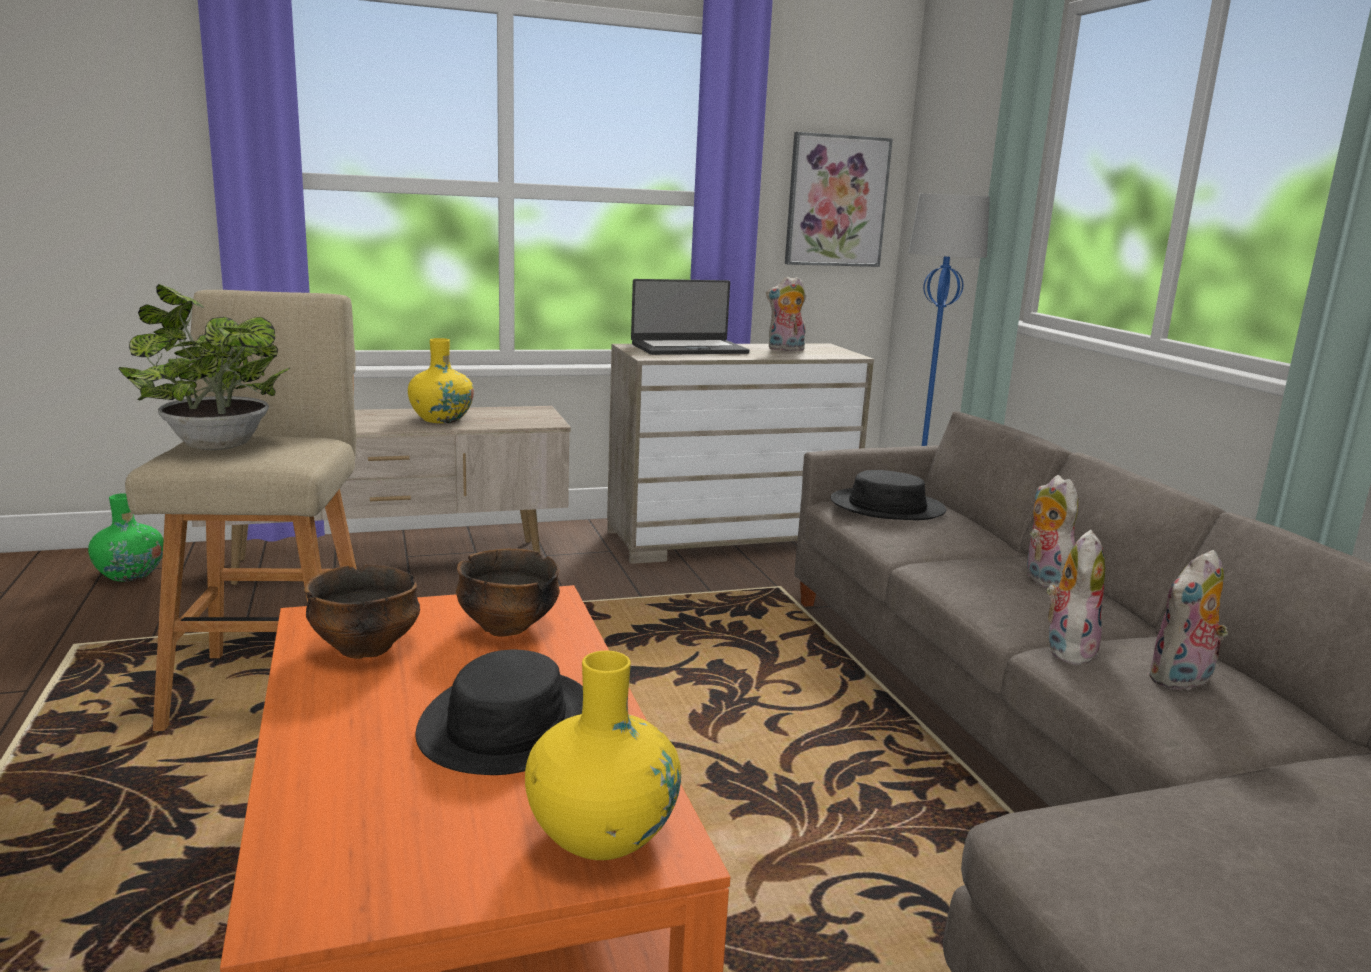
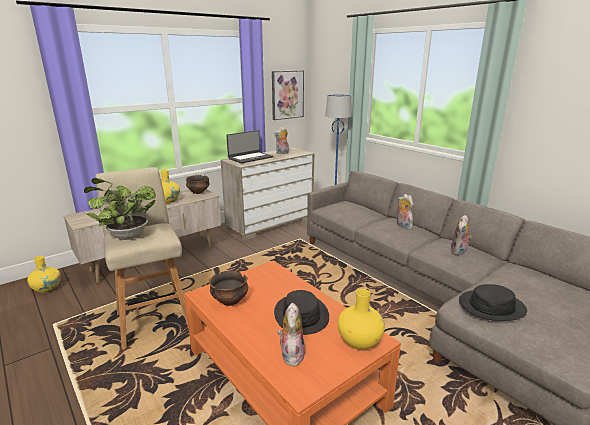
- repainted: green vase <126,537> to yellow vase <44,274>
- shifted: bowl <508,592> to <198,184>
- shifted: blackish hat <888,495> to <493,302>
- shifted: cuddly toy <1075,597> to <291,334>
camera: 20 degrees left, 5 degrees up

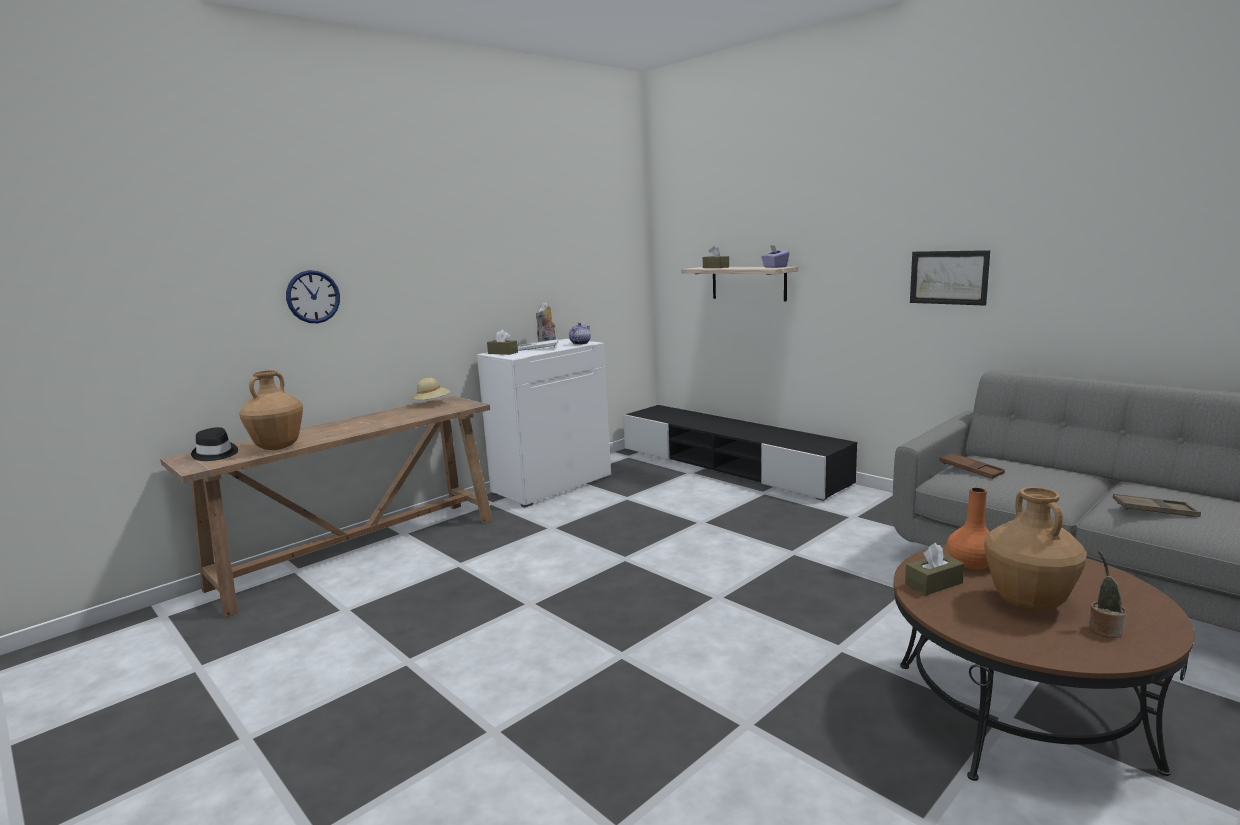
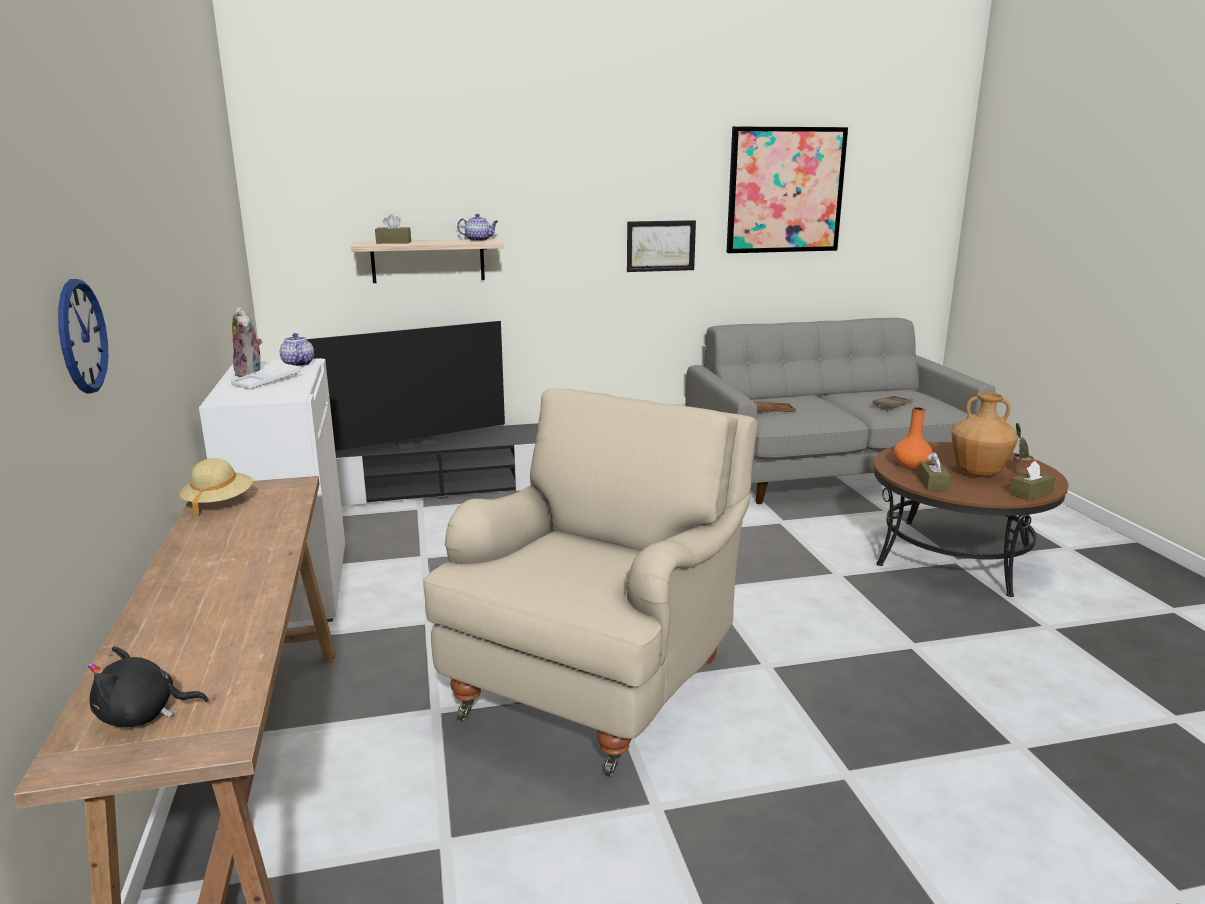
- swapped: blackish hat <214,444> to blackish cuddly toy <148,686>
- gone: brownish vase <271,410>
- shifted: brownish tissue box <502,342> to <1032,481>
- swapped: purplish tissue box <775,256> to pot for tea <477,227>
- new: television <406,386>
- new: beige-coloured lounge chair <590,582>
- new: picture <787,189>
camera: 60 degrees left, 5 degrees up

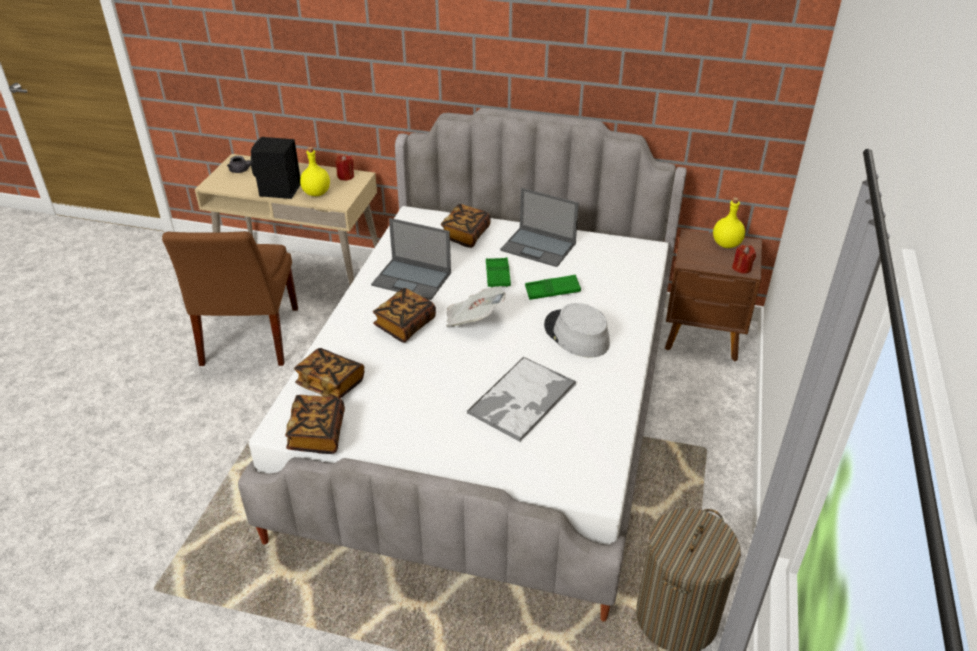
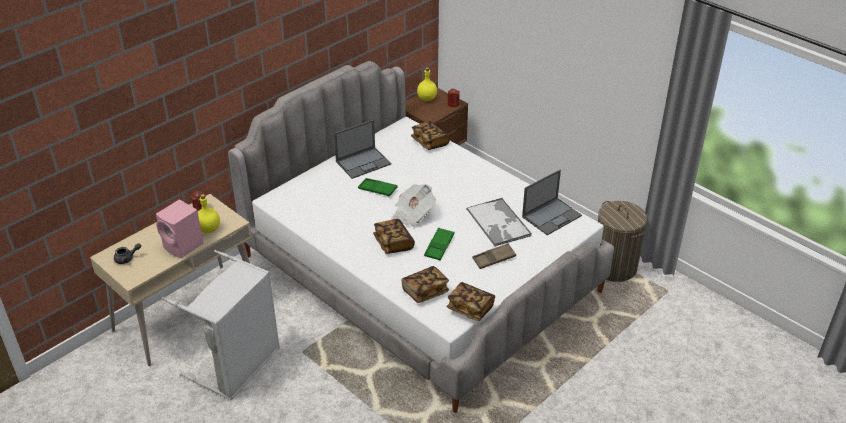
- swapped: brownish chair <230,298> to gray washing basket <221,325>
- repainted: blackish speaker <275,168> to pinkish speaker <180,228>
- shifted: laptop <411,259> to <552,202>
- shifted: bound book <466,226> to <430,135>
- shifted: green tray <553,287> to <439,243>
- gone: gray hat <577,330>
- new: brownish tray <494,256>
camera: 60 degrees left, 0 degrees up

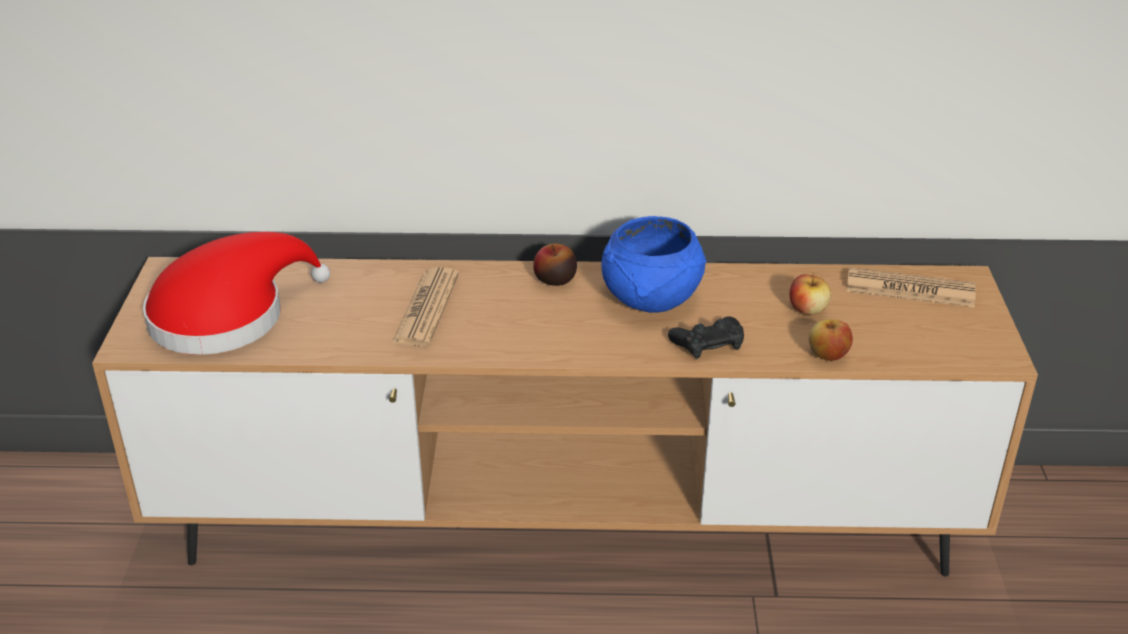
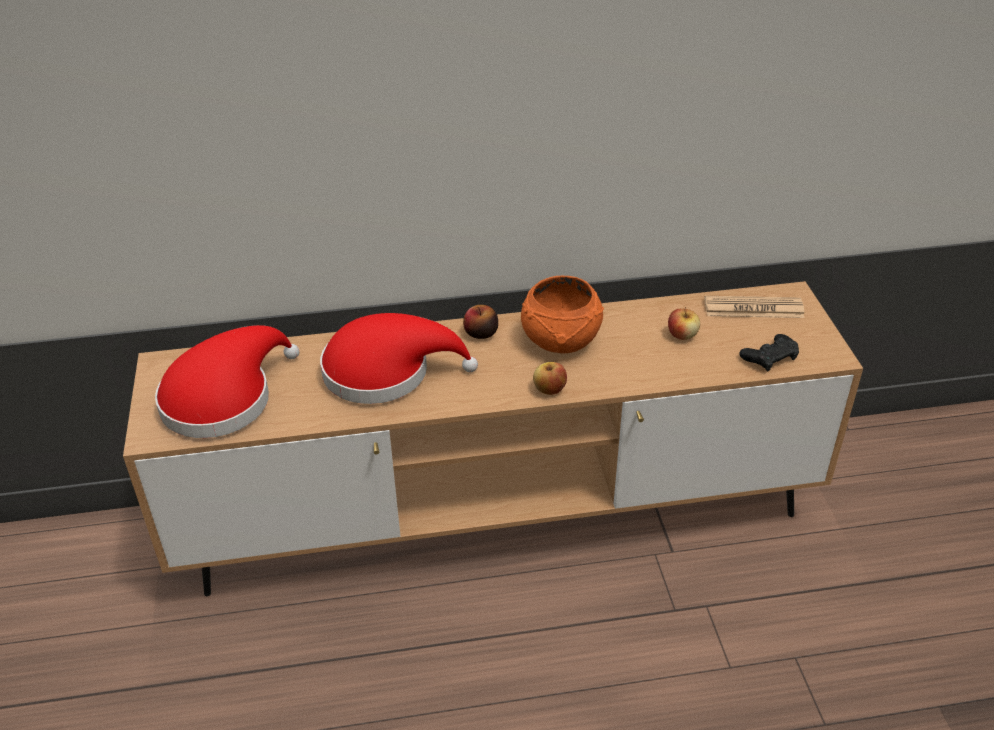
- swapped: daily paper <425,307> to red-coloured hat <399,358>
- repainted: blue-coloured bowl <653,264> to orangey bowl <562,314>
- shifted: blackish gamepad <706,337> to <769,352>
- shifted: whole apple <831,340> to <550,378>
camera: 10 degrees left, 5 degrees up

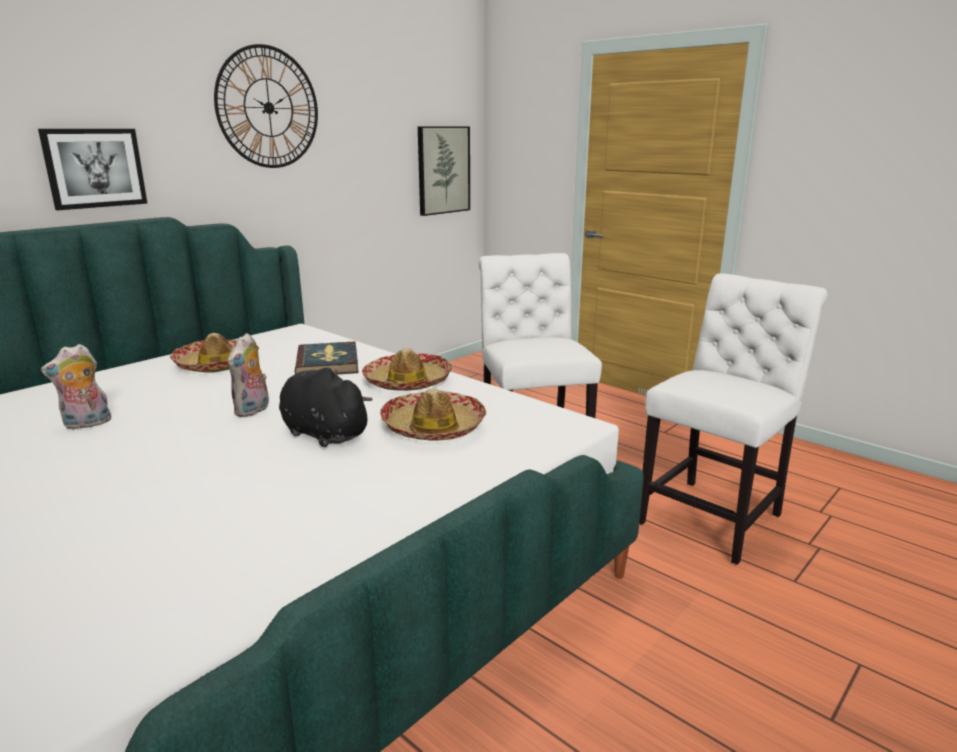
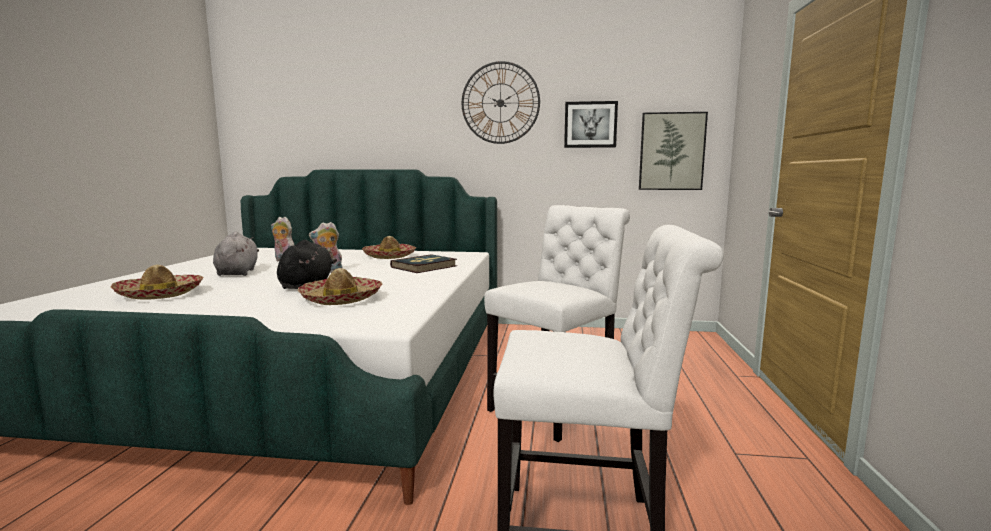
- shifted: picture <93,169> to <591,124>
- shifted: hat <407,369> to <156,282>
- new: gray cuddly toy <236,254>
camera: 55 degrees right, 10 degrees down

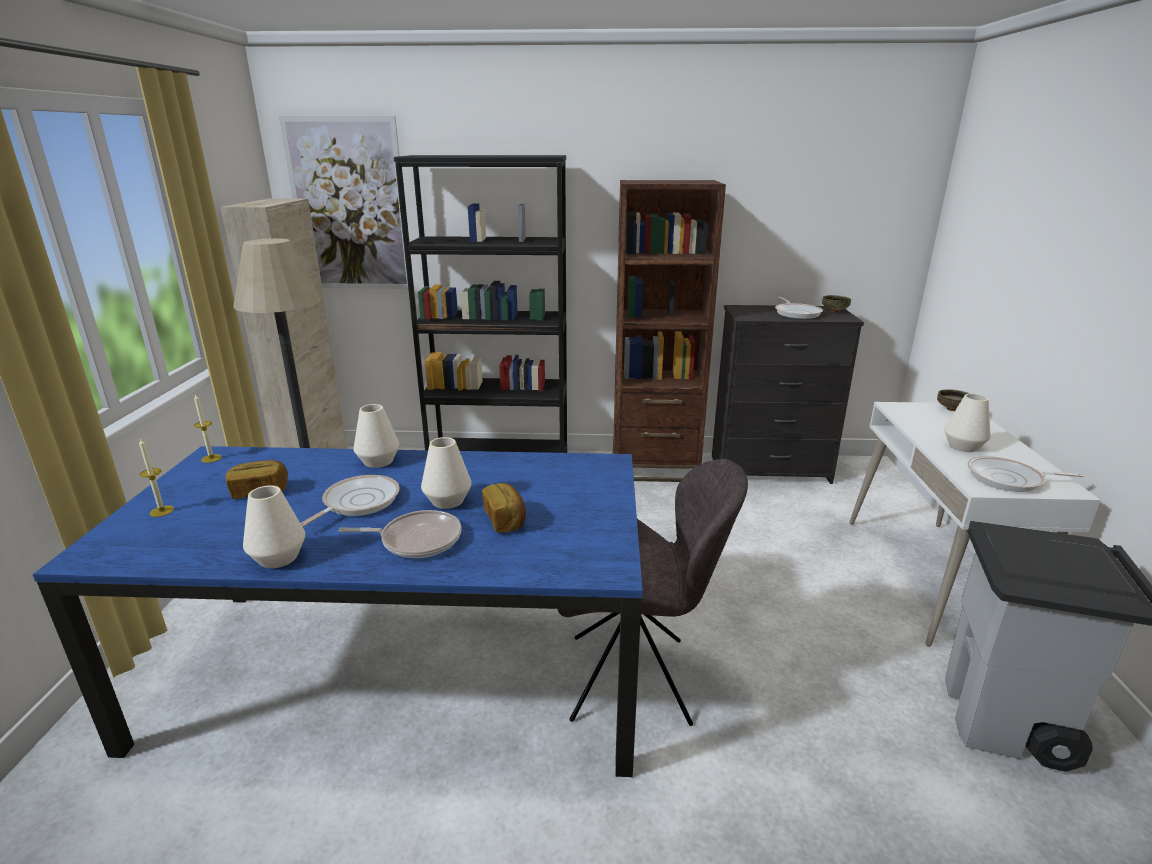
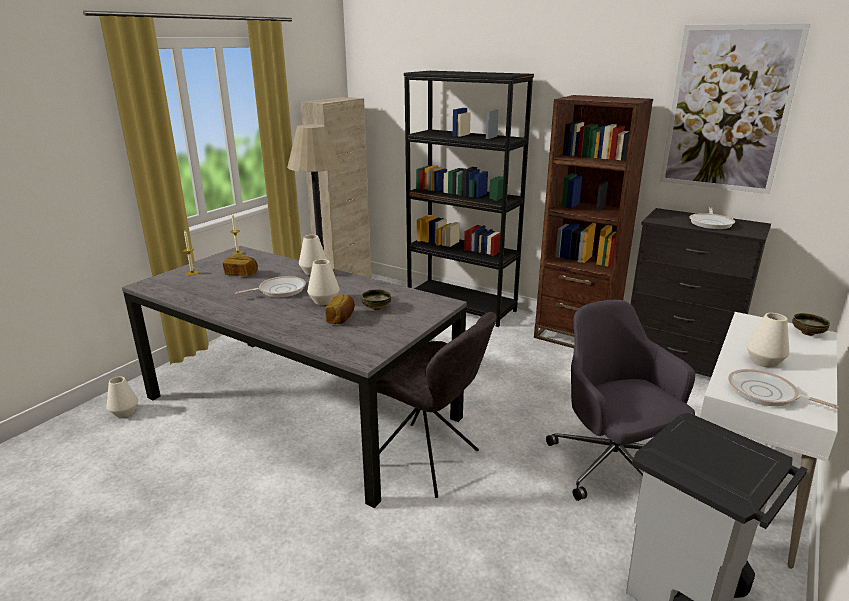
- repainted: blue-coloured dinner table <338,611> to gray dinner table <294,377>
- shifted: white-coloured vase <274,526> to <122,397>
- shifted: picture <343,202> to <735,109>
- gone: skillet <400,534>
- shifted: bowl <836,303> to <376,299>
- new: gray desk chair <620,400>
camera: 30 degrees right, 0 degrees up

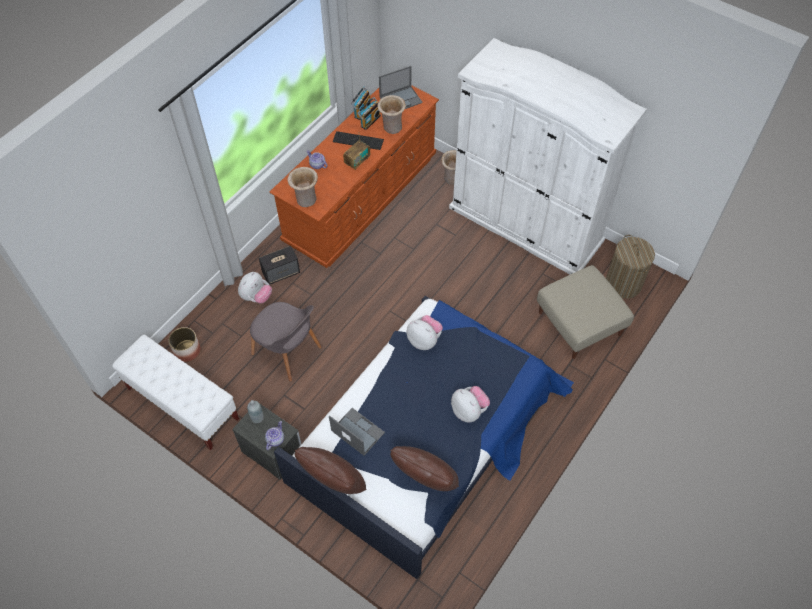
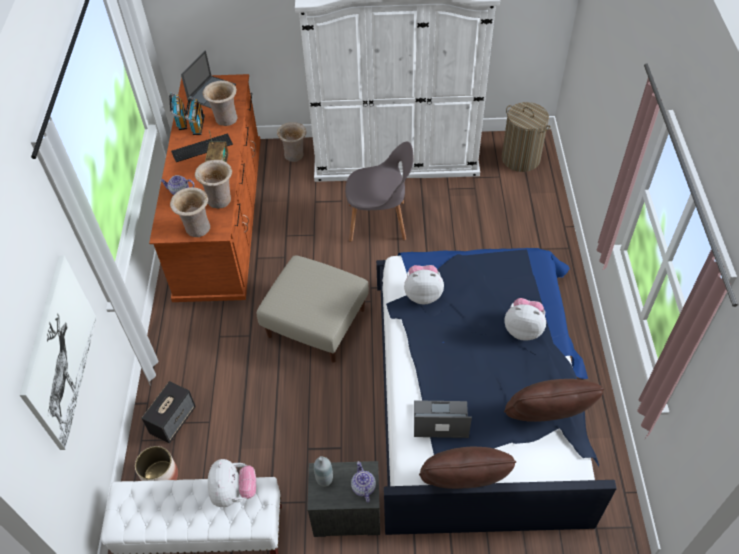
- shifted: cuddly toy <255,287> to <232,483>
- shifted: gray chair <286,342> to <379,191>
- shifted: speaker <279,265> to <168,412>
- shifted: beige-coloured ottoman <585,312> to <312,309>
- new: picture <58,353>
- new: beige-coloured vase <213,184>
camera: 35 degrees left, 5 degrees down

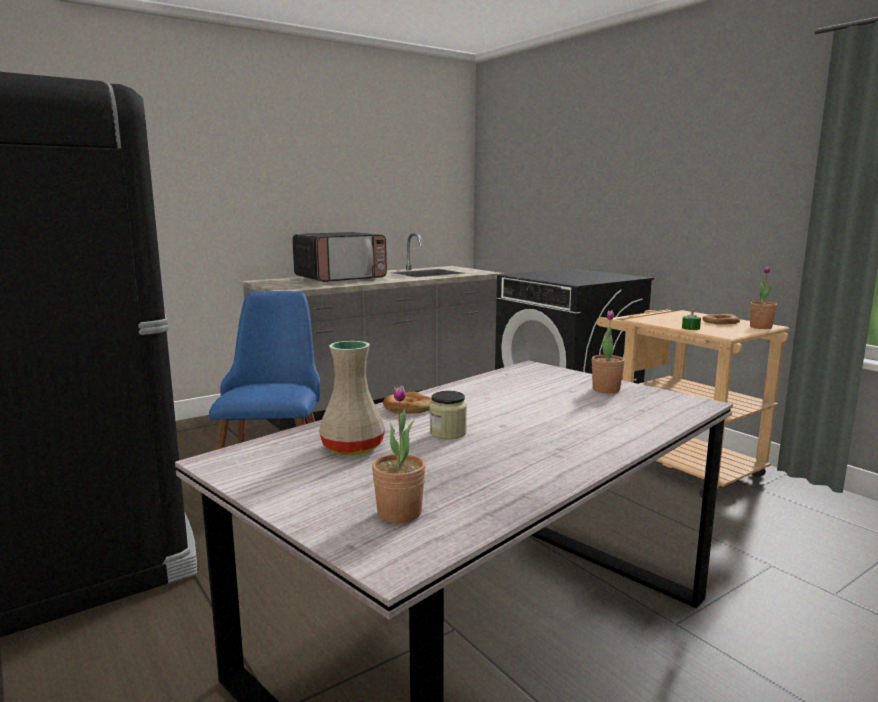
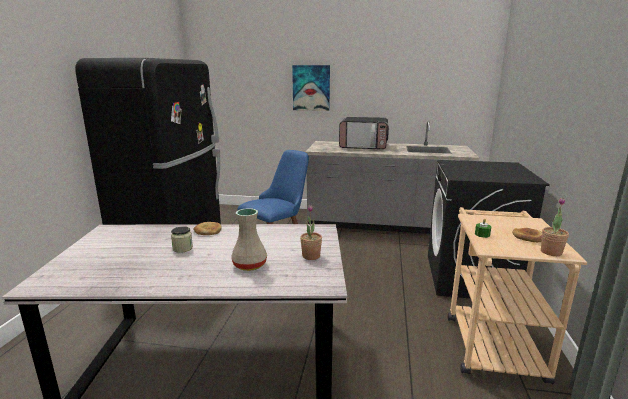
- shifted: beige-coloured vase <352,398> to <249,239>
- gone: potted plant <399,454>
- new: picture <311,88>
camera: 45 degrees right, 5 degrees up

